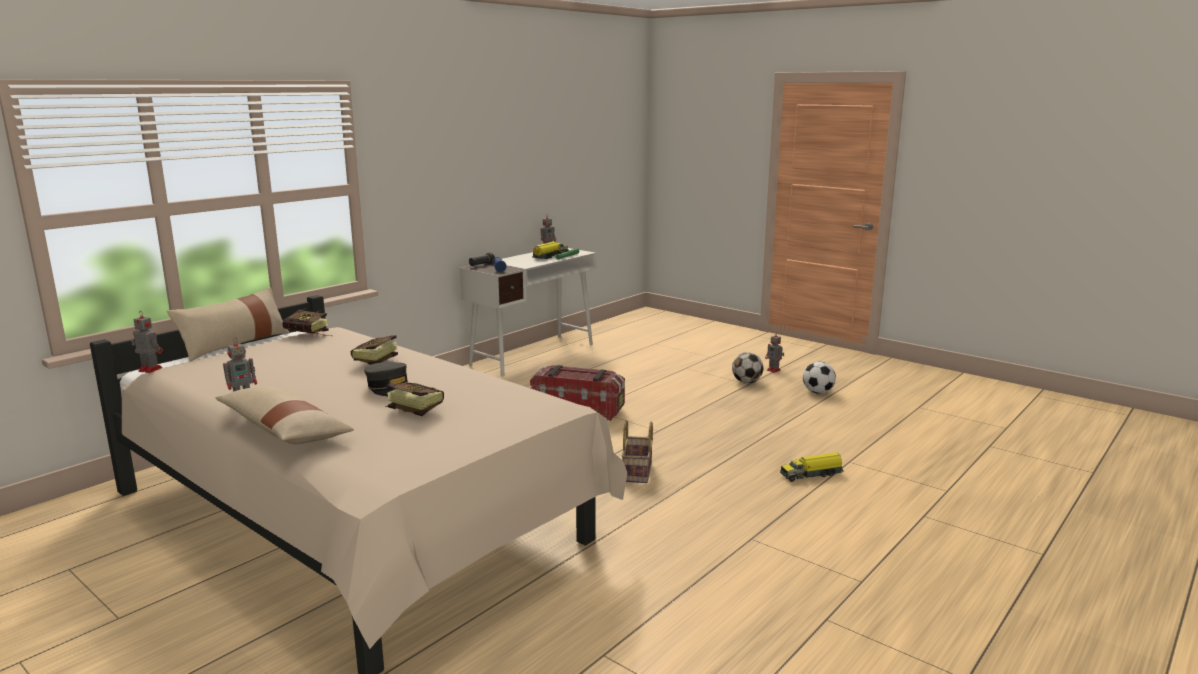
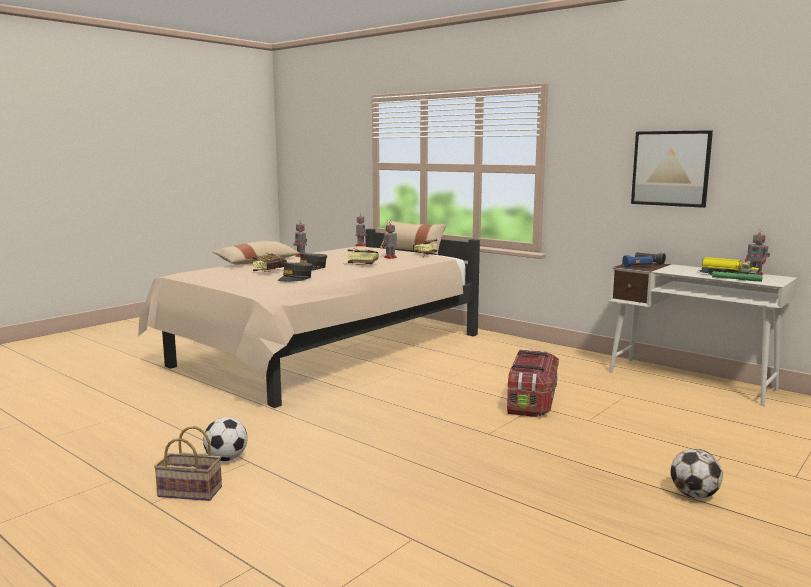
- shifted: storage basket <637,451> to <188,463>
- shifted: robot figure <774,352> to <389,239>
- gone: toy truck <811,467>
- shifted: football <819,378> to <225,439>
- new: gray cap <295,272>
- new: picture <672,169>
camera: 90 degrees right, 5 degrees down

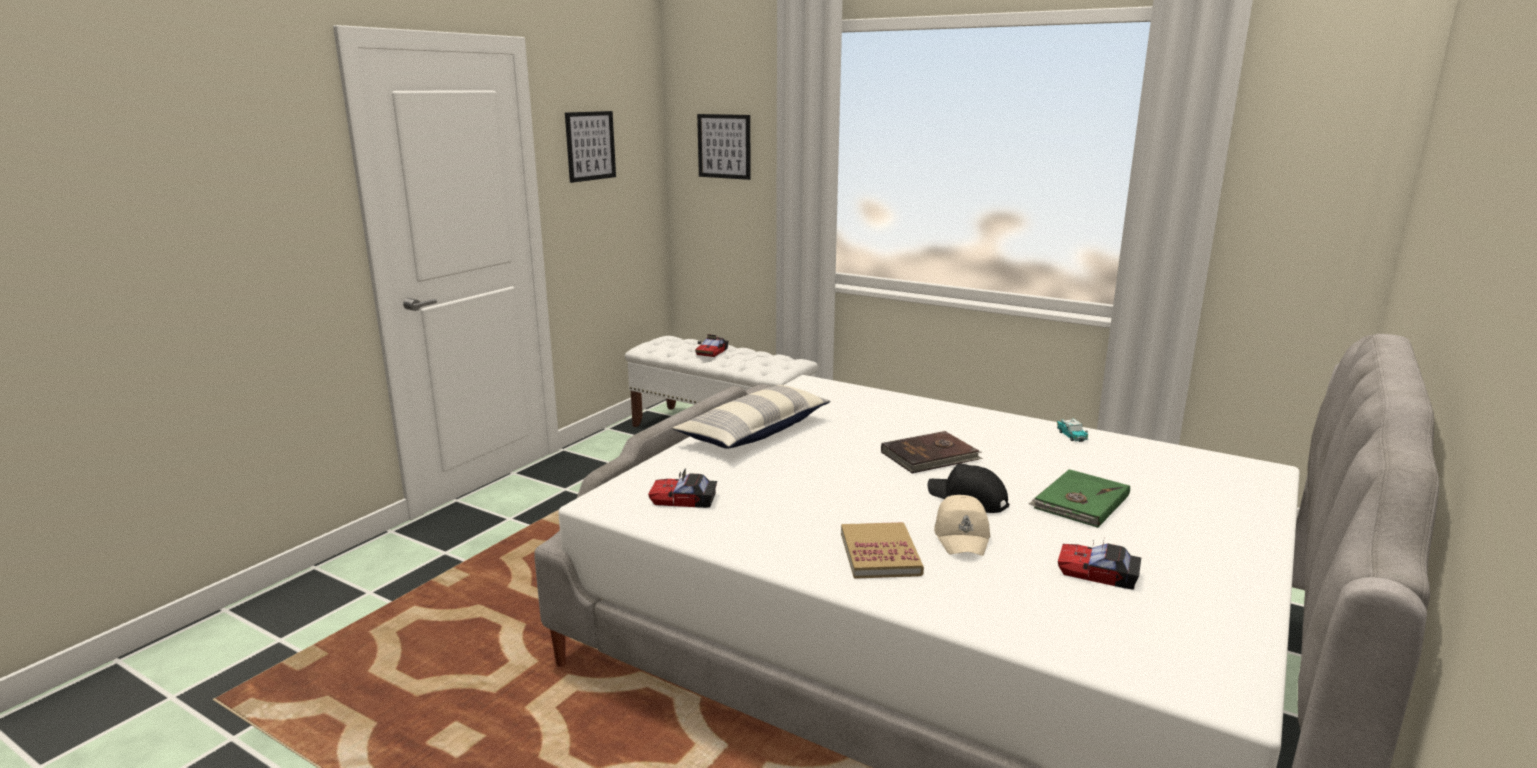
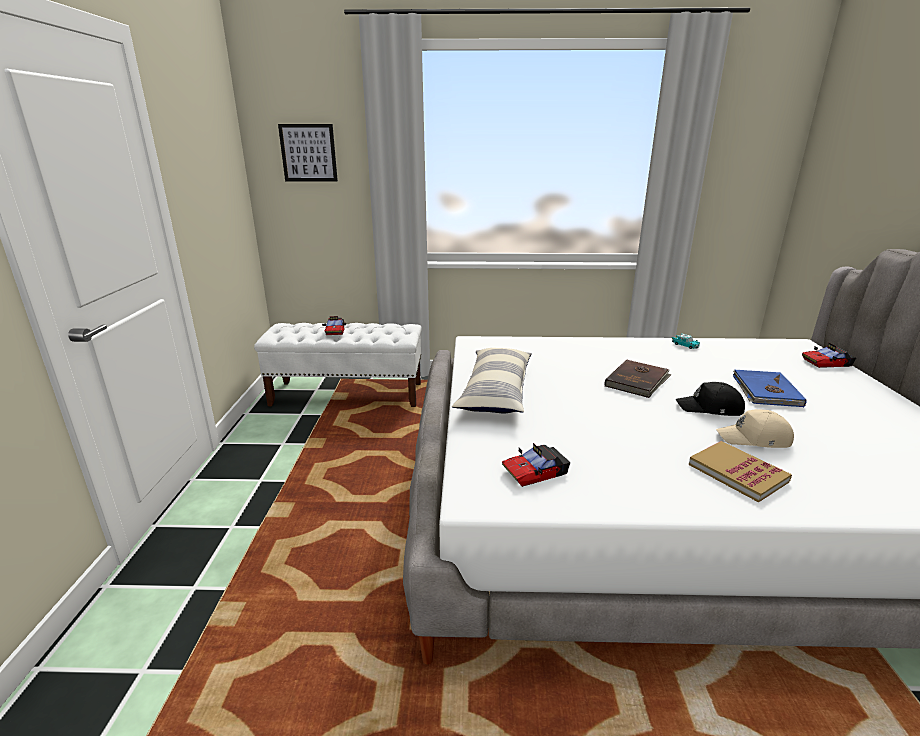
- gone: picture <590,147>
- rotated: beige-coloured cap <962,525> = <755,428> 120 degrees clockwise
- repainted: green bound book <1079,498> to blue-coloured bound book <770,388>
- shifted: model car <1099,565> to <829,355>
camera: 30 degrees left, 5 degrees up

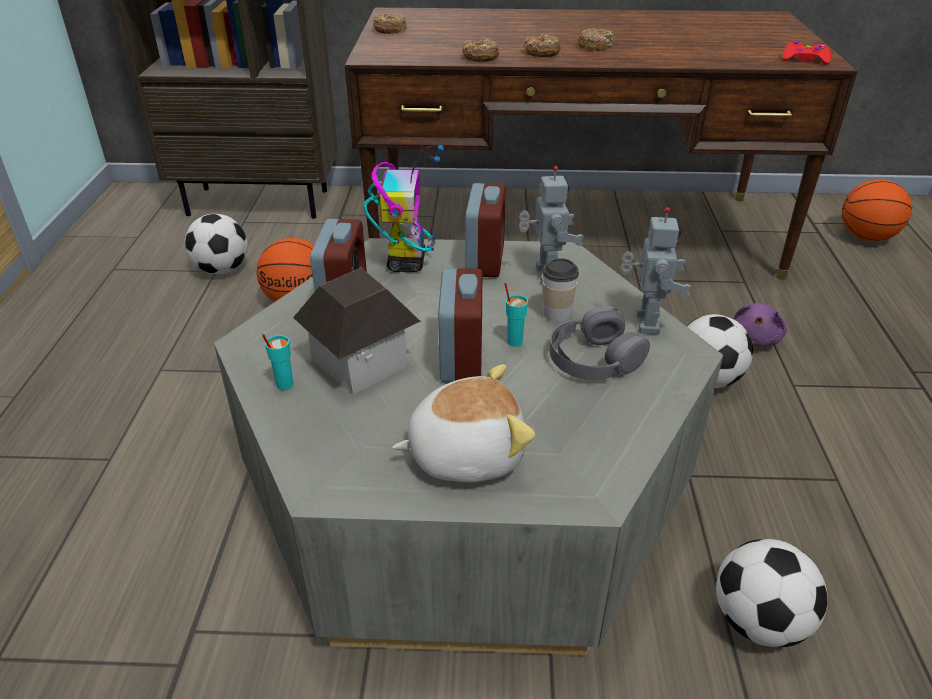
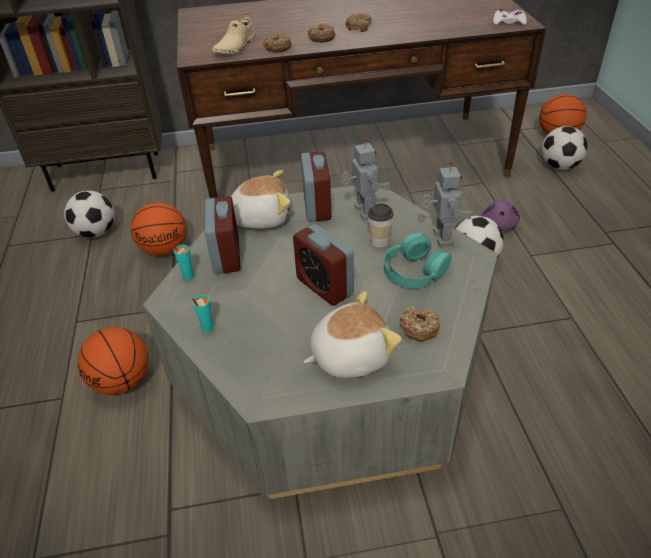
- gone: toy house <357,331>
- swapped: robot figure <404,208> to cuddly toy <260,199>
- shifted: ring doughnut <390,23> to <420,323>
- rotated: bedside clock <460,325> = <323,265> 150 degrees clockwise
- shifted: turquoise-coloured small cup <516,315> to <182,259>
- repainted: gray headset <600,343> to turquoise-coloured headset <418,260>
- shifted: football <772,593> to <564,148>
- repainted: red-coloured gamepad <806,52> to white-coloured gamepad <510,17>
- new: basketball <113,361>
- new: beige-coloured low shoe <233,34>
camera: 10 degrees left, 5 degrees up

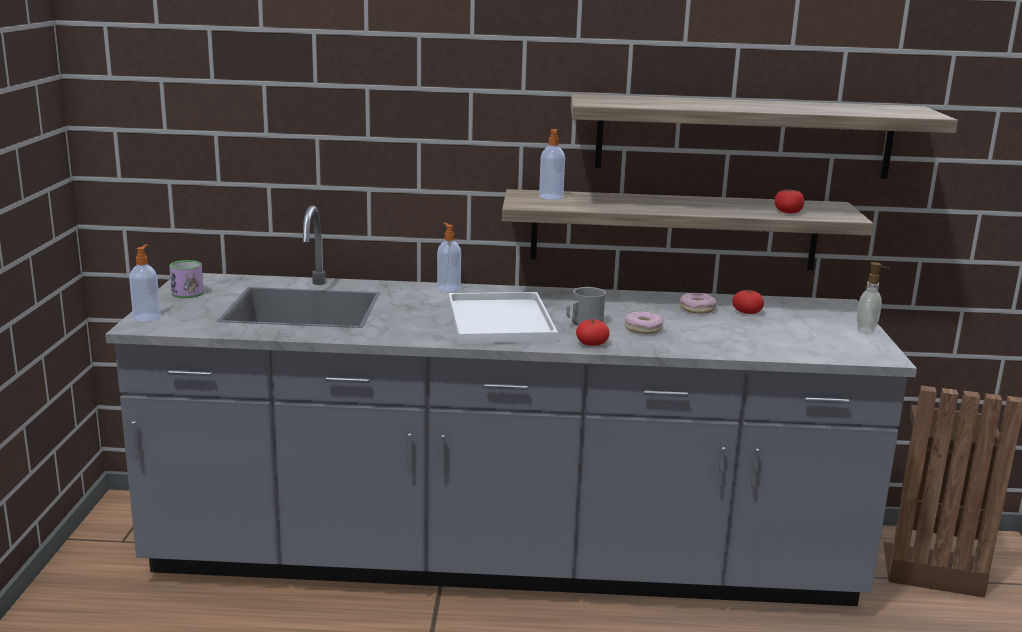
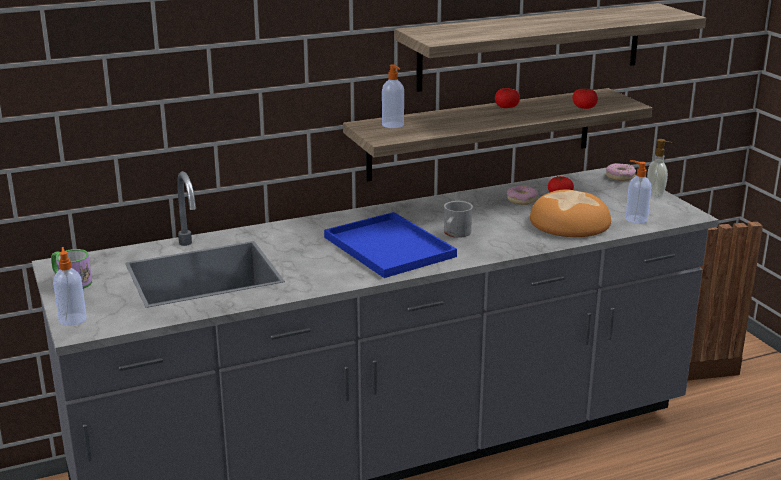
- shifted: soap bottle <449,257> to <638,191>
- repainted: white-coloured tray <503,318> to blue-coloured tray <390,245>
- shifted: whole tomato <593,332> to <507,98>
- shifted: ring doughnut <644,322> to <621,172>
- new: baked bread <570,213>
camera: 25 degrees left, 5 degrees up

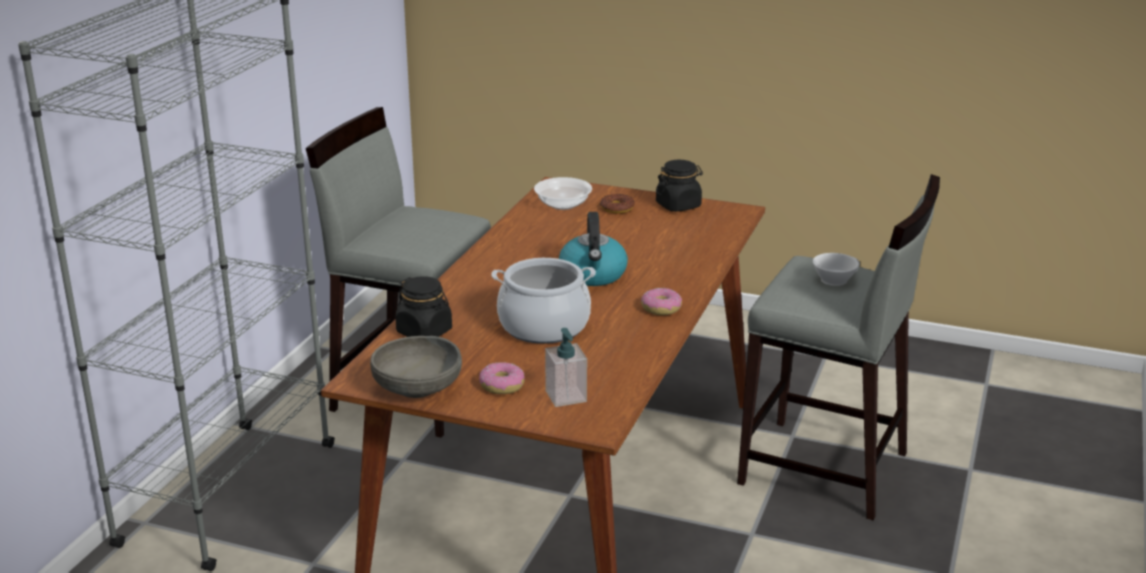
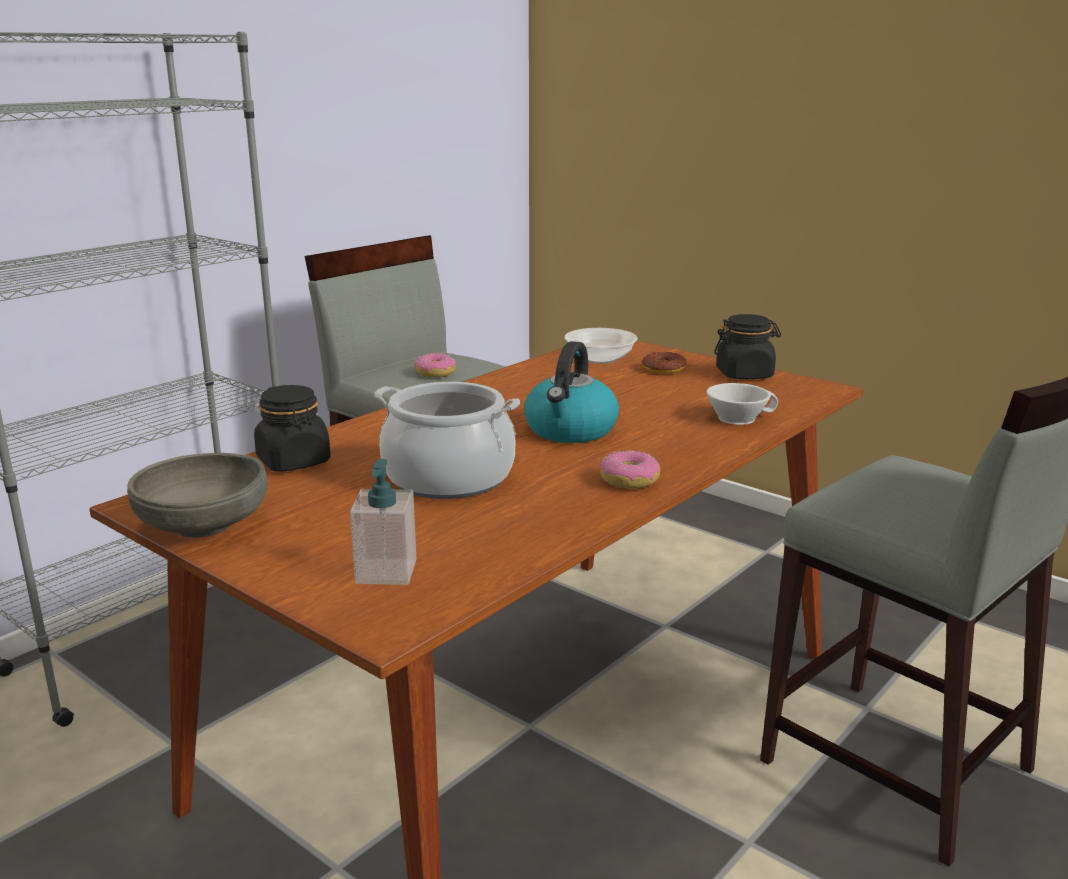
- shifted: ring doughnut <502,378> to <435,365>
- shifted: white-coloured small cup <836,269> to <742,404>
camera: 20 degrees right, 5 degrees down

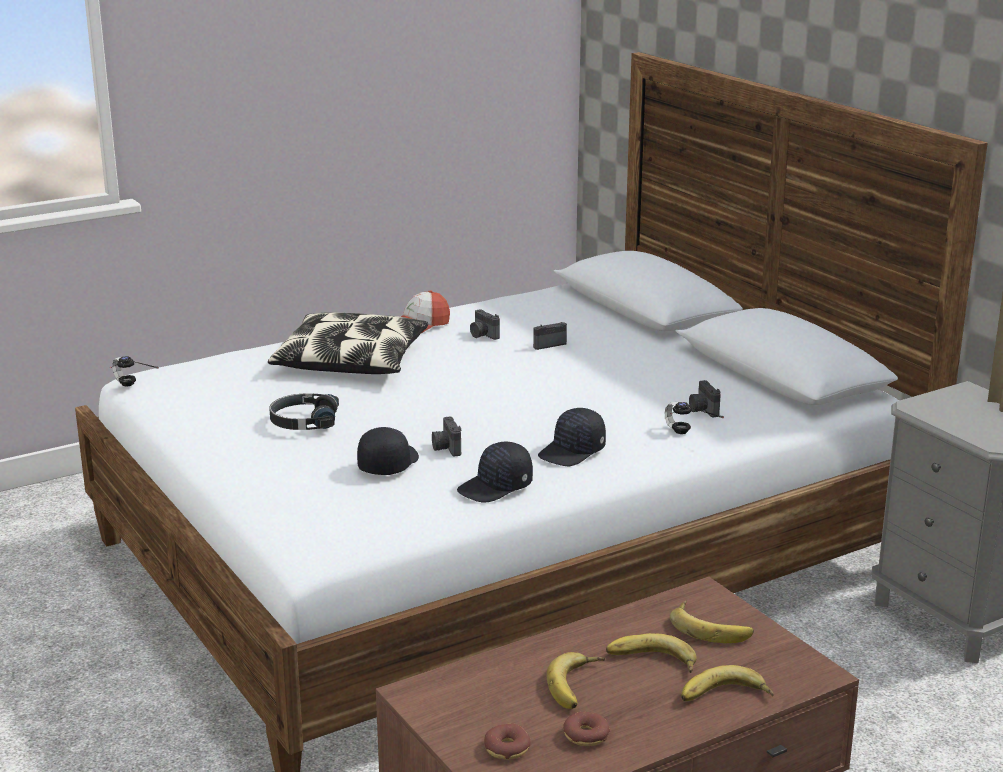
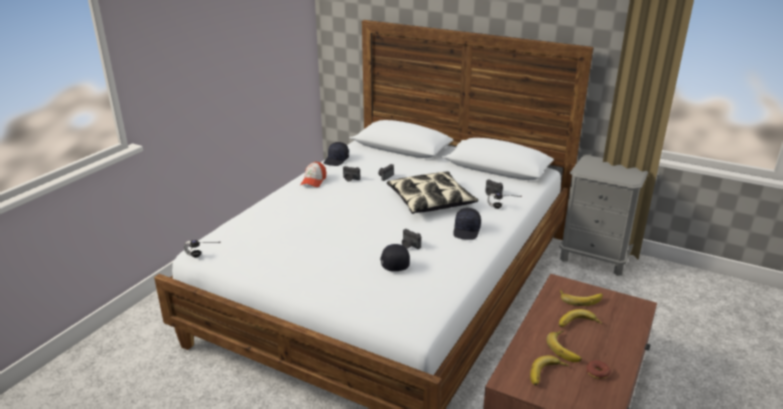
- shifted: pillow <348,343> to <433,192>
- gone: blackish headset <304,412>
- shifted: blackish cap <495,472> to <336,154>
- gone: ring doughnut <507,742>
- shifted: banana <727,683> to <549,370>
camera: 30 degrees left, 5 degrees up

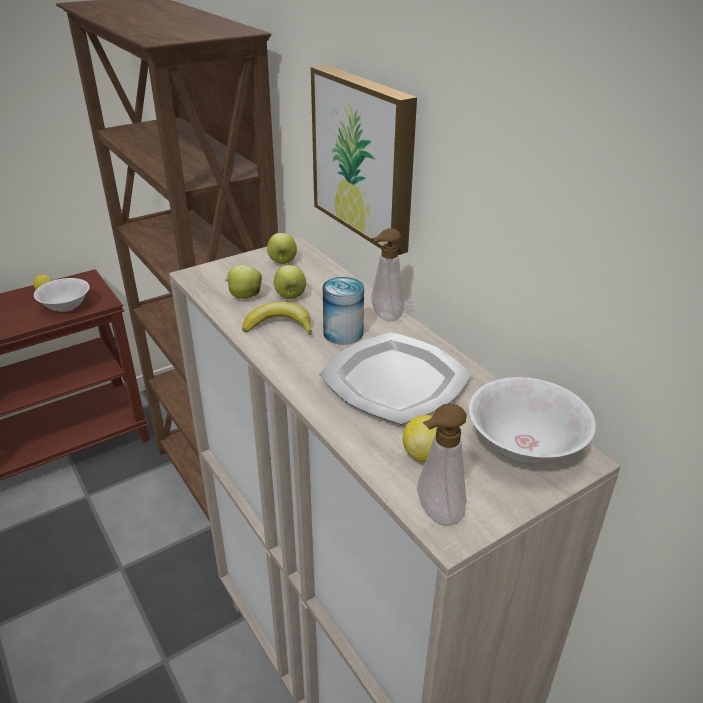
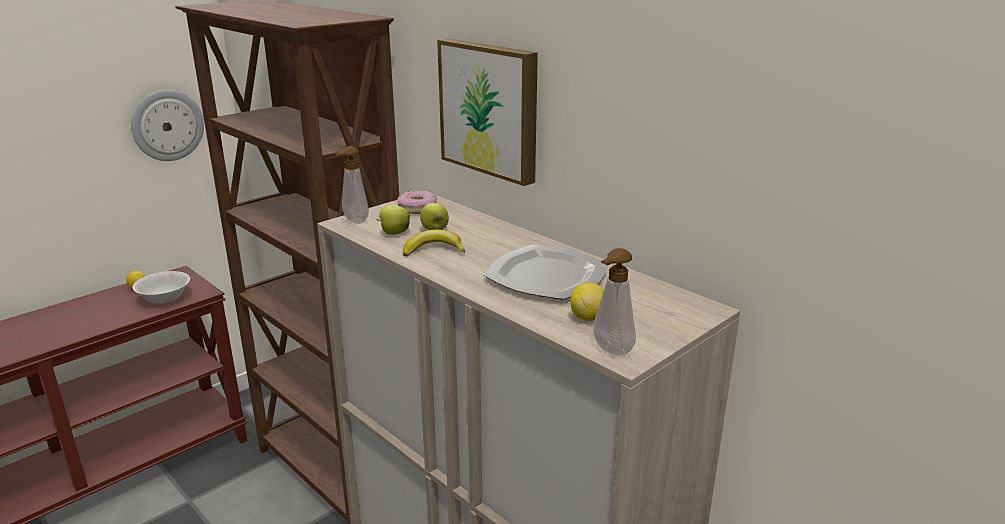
- swapped: whole apple <282,248> to ring doughnut <417,202>
- gone: metal can <343,311>
- shifted: soap bottle <387,274> to <352,185>
- gone: white-coloured bowl <532,421>
- new: hanging clock <167,125>
camera: 10 degrees left, 10 degrees down

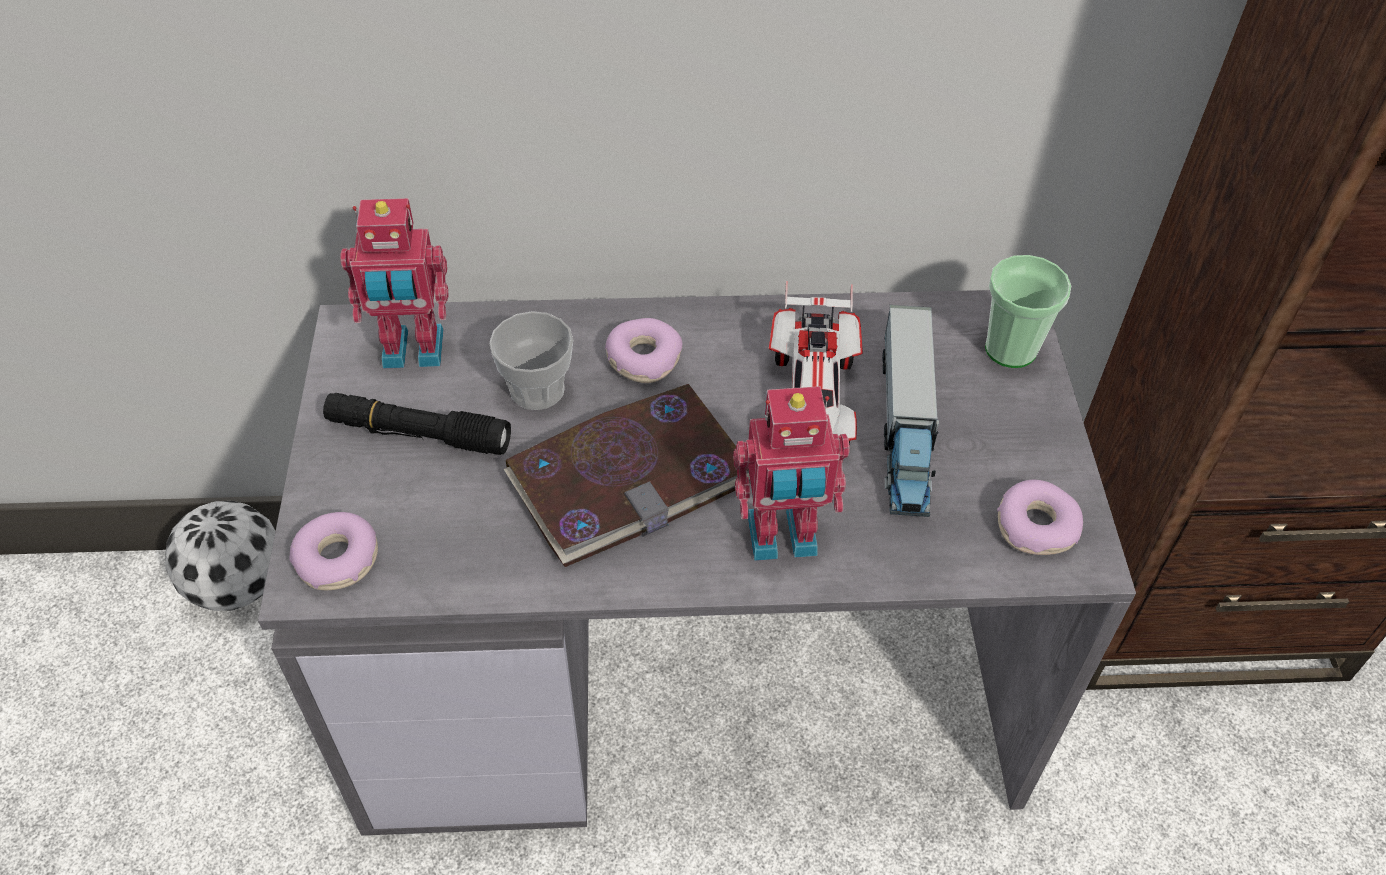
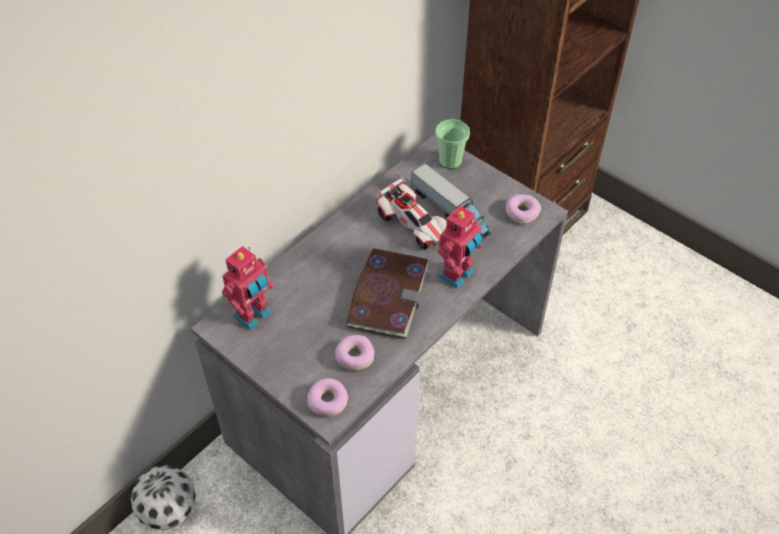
- gone: blackish hand torch <417,424>
- gone: small cup <531,360>
- shifted: ring doughnut <643,350> to <355,352>
camera: 45 degrees left, 0 degrees up

